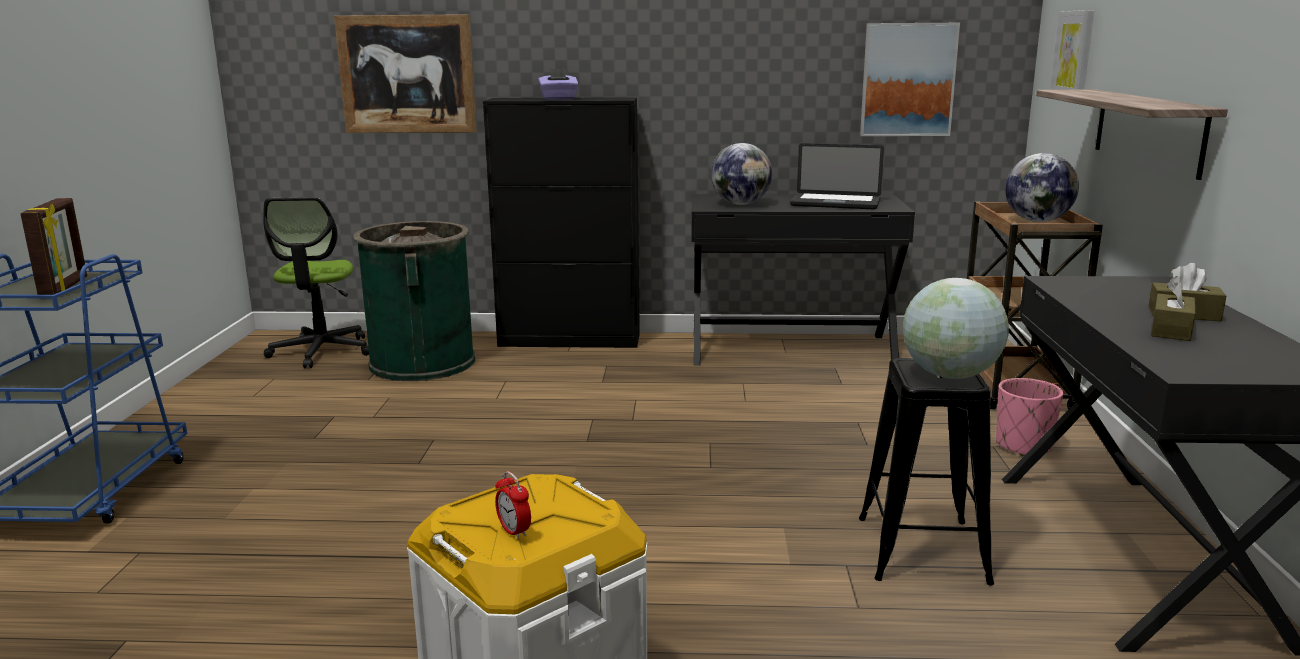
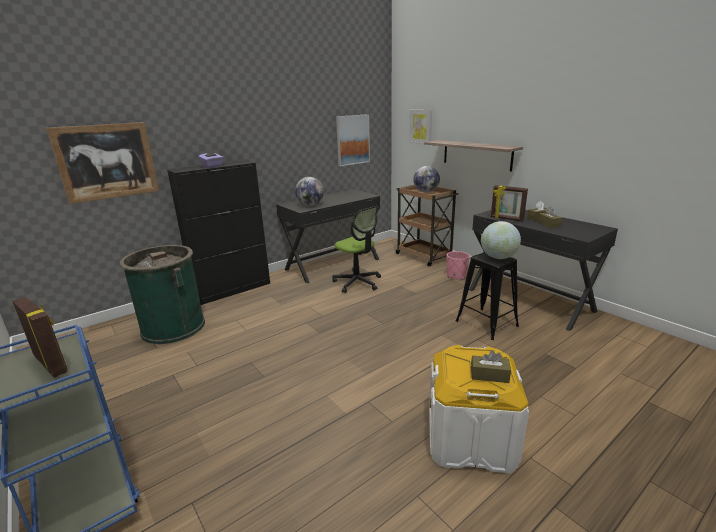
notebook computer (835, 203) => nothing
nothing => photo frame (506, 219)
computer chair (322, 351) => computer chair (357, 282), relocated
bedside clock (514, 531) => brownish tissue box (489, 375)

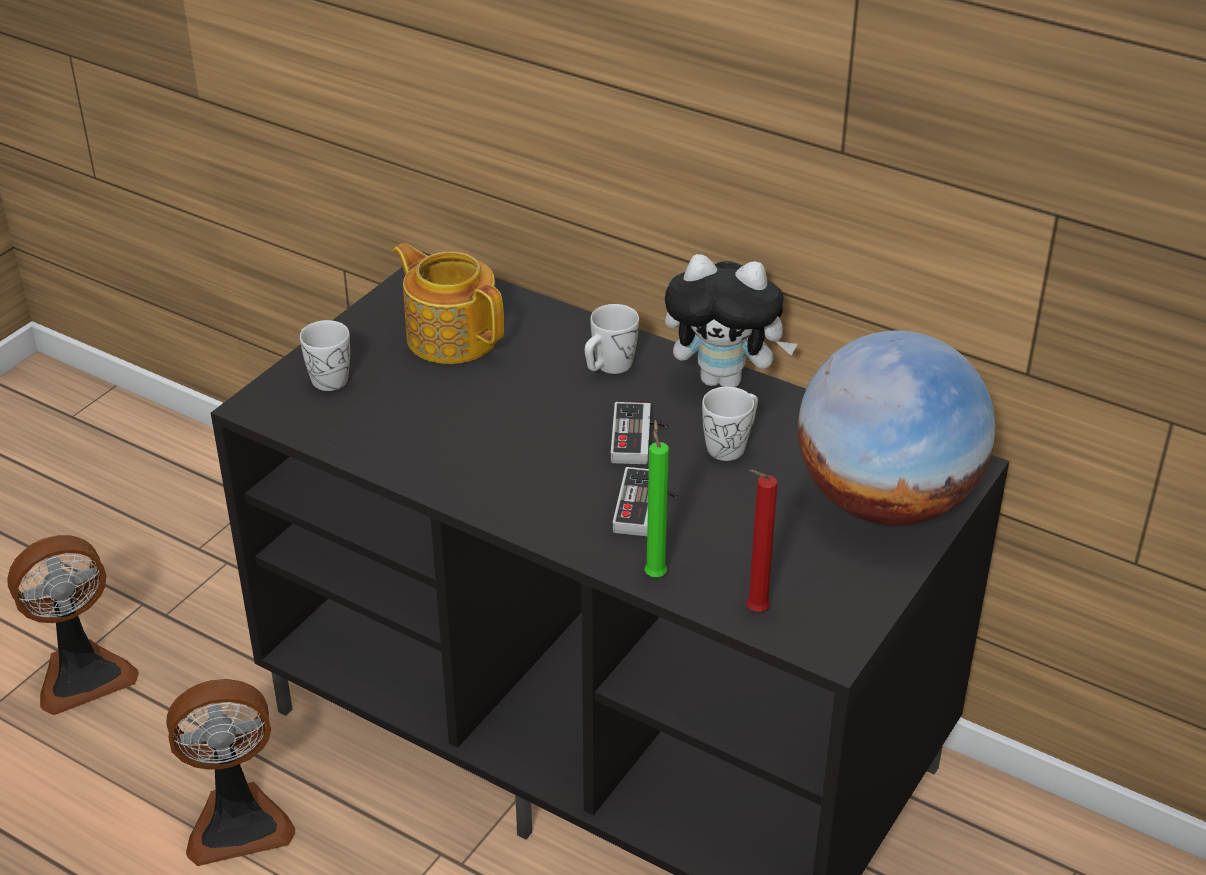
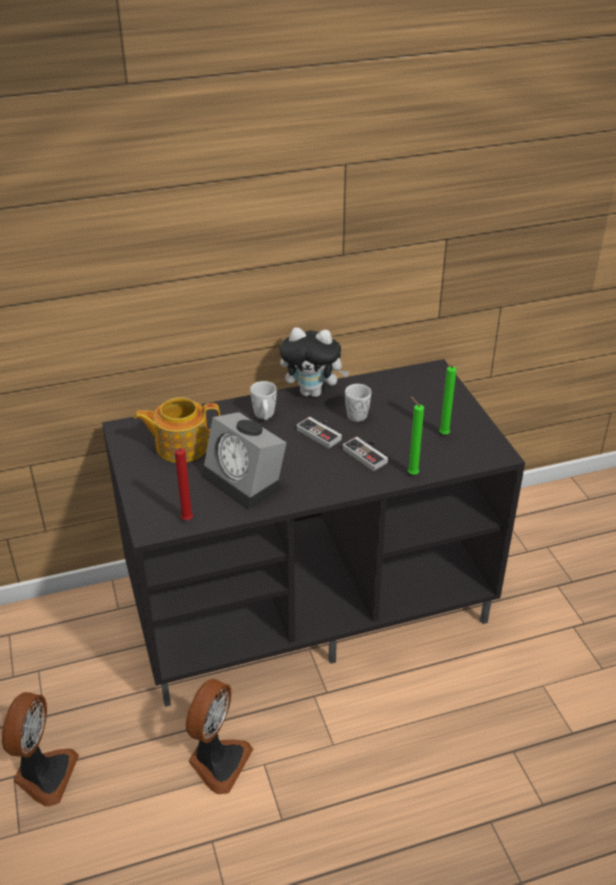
white tea mug (325, 377) => nothing
globe (885, 501) => nothing
nothing => bedside clock (246, 481)
nothing => green wax candle (443, 435)
red-coloured wax candle (753, 611) => red-coloured wax candle (186, 521), relocated
plush toy (725, 379) => plush toy (313, 392), 45 degrees clockwise

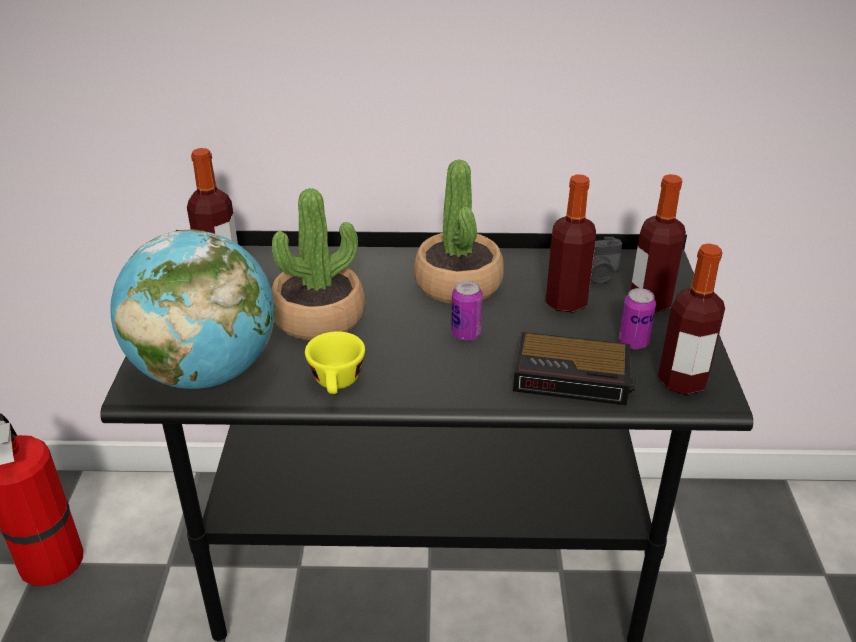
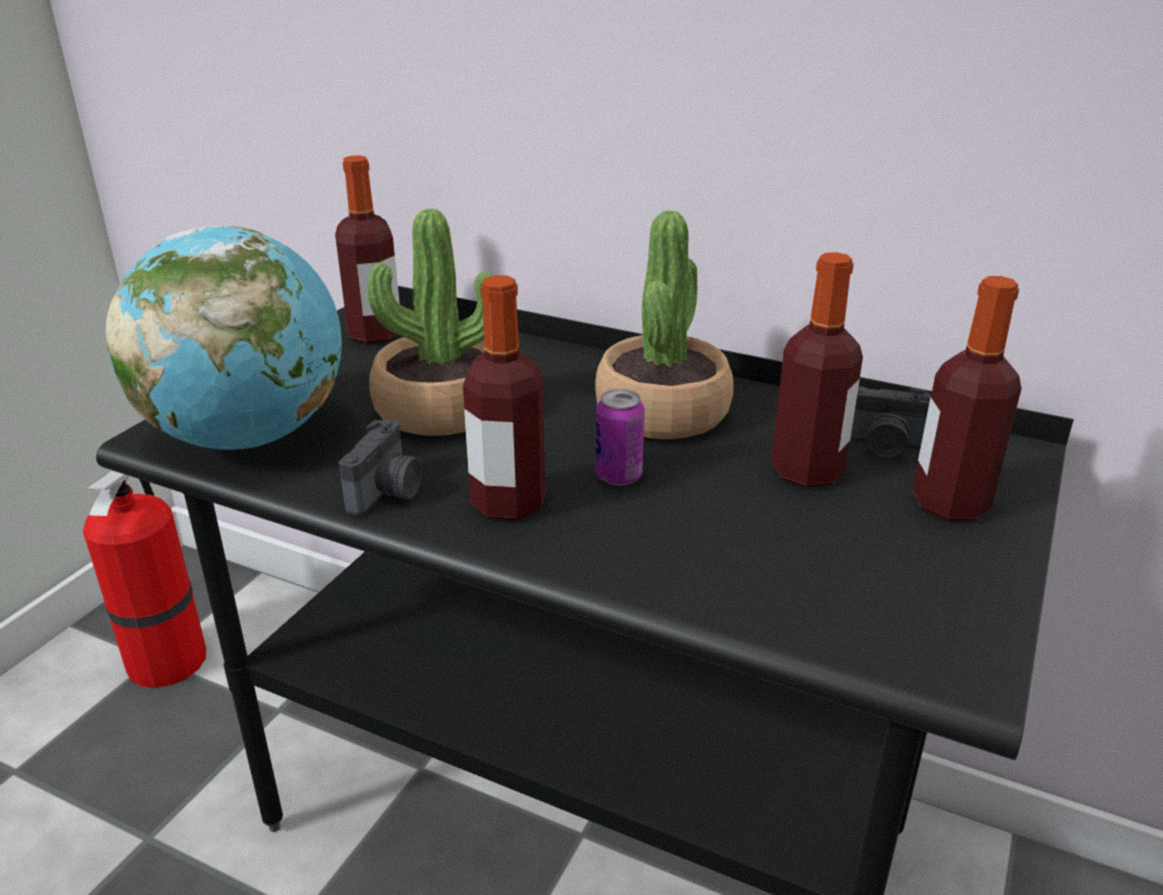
bedside clock (574, 377) => nothing
can (633, 342) => nothing
drink bottle (682, 381) => drink bottle (508, 503), relocated
yellowish small cup (337, 384) => photo camera (388, 492)

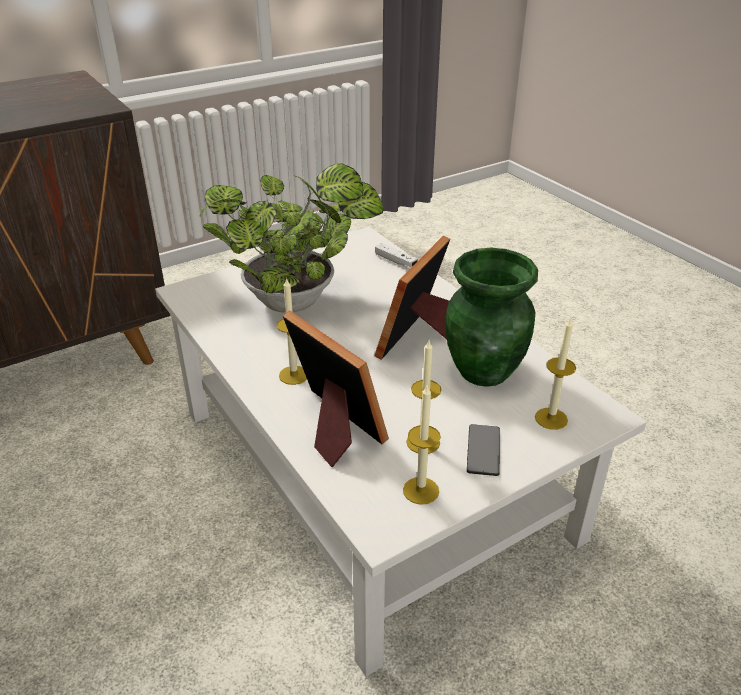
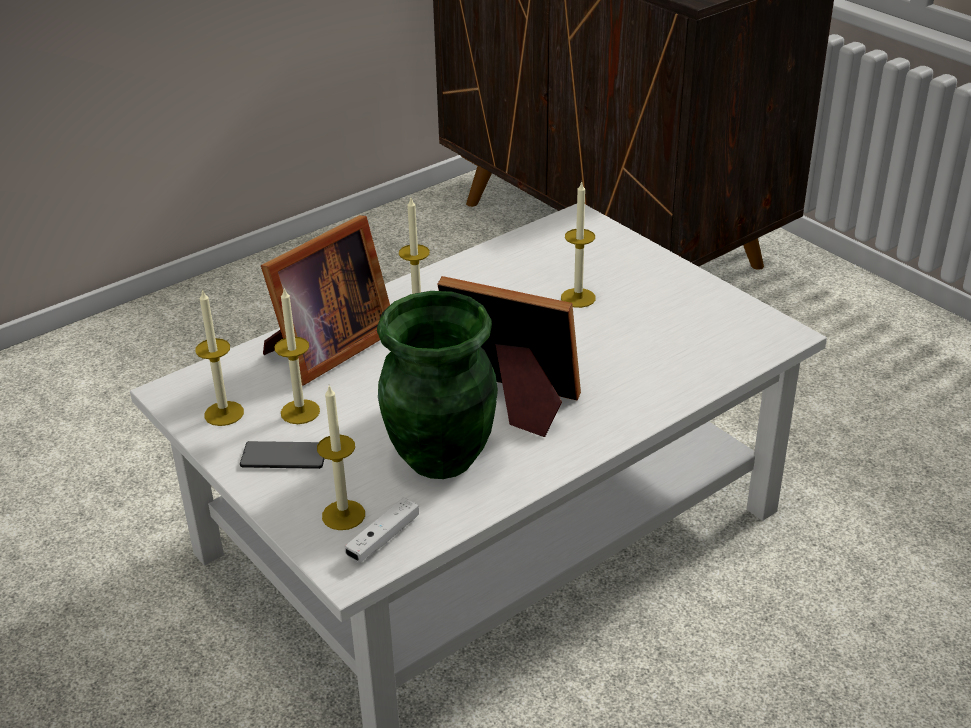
white gamepad (395, 261) => white gamepad (383, 538), relocated
potted plant (297, 301) => wax candle (578, 298)

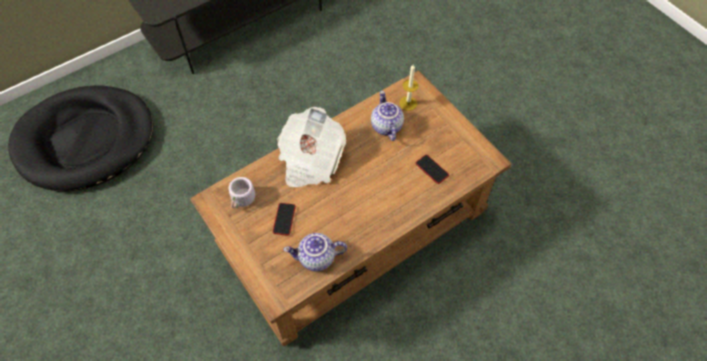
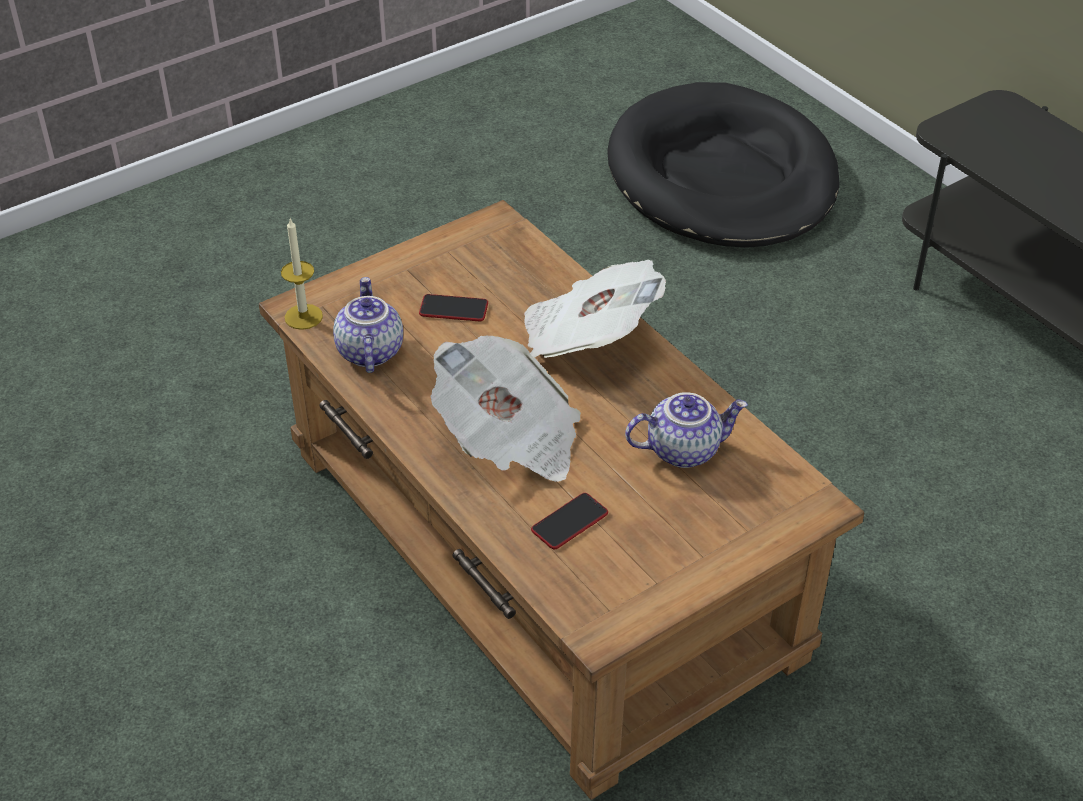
greyish tea mug (243, 200) => nothing
nothing => newspaper (509, 439)
wax candle (408, 103) => wax candle (303, 317), relocated

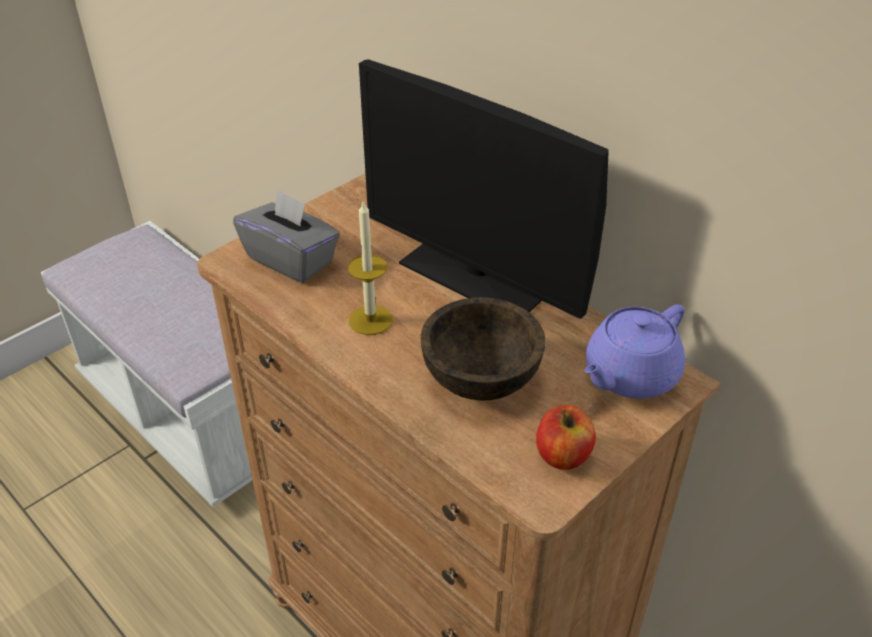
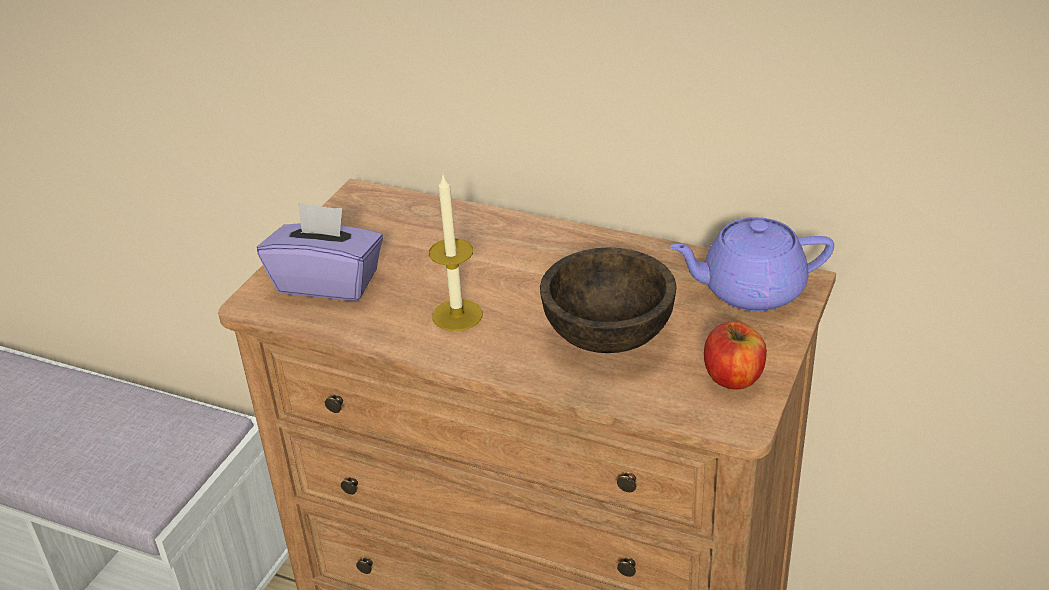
computer screen (476, 275) => nothing
greyish tissue box (291, 259) => purplish tissue box (328, 282)
purplish teapot (629, 375) => purplish teapot (750, 290), 60 degrees clockwise

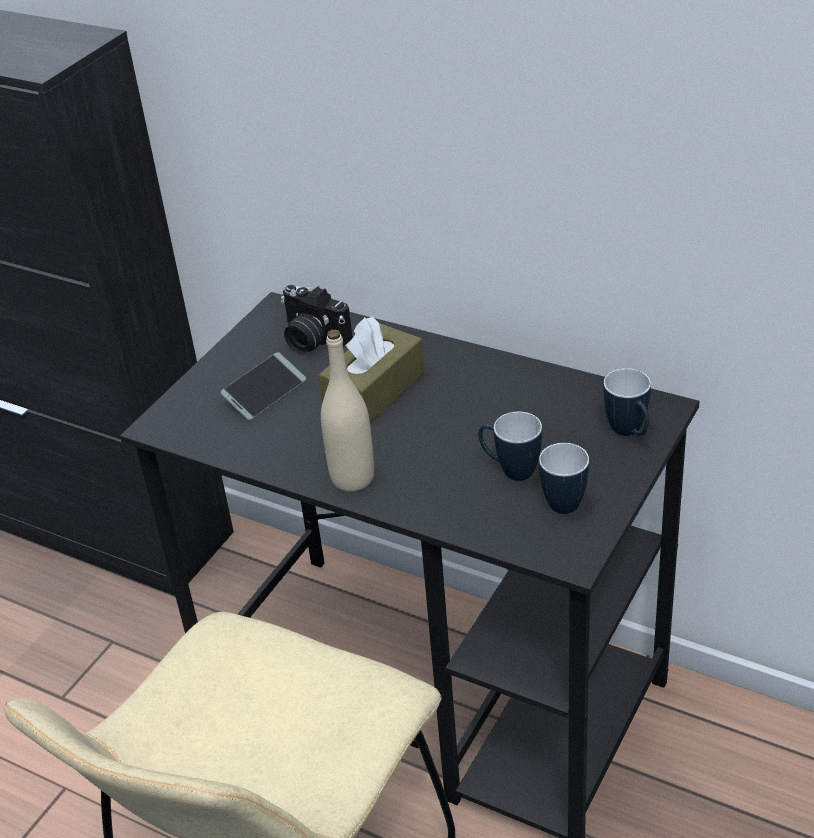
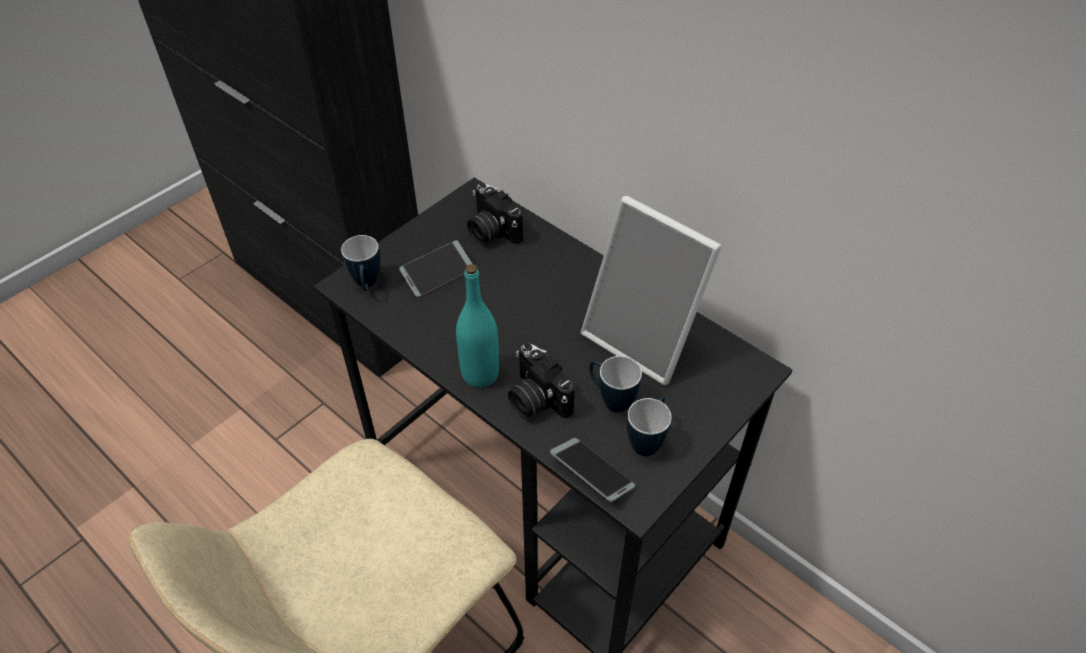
brownish tissue box (374, 391) => nothing
nothing => photo camera (535, 399)
nothing => telephone (591, 474)
nothing => photo frame (645, 338)
tea mug (630, 433) => tea mug (367, 285), relocated
sand-coloured drink bottle (352, 478) => turquoise-coloured drink bottle (480, 374)

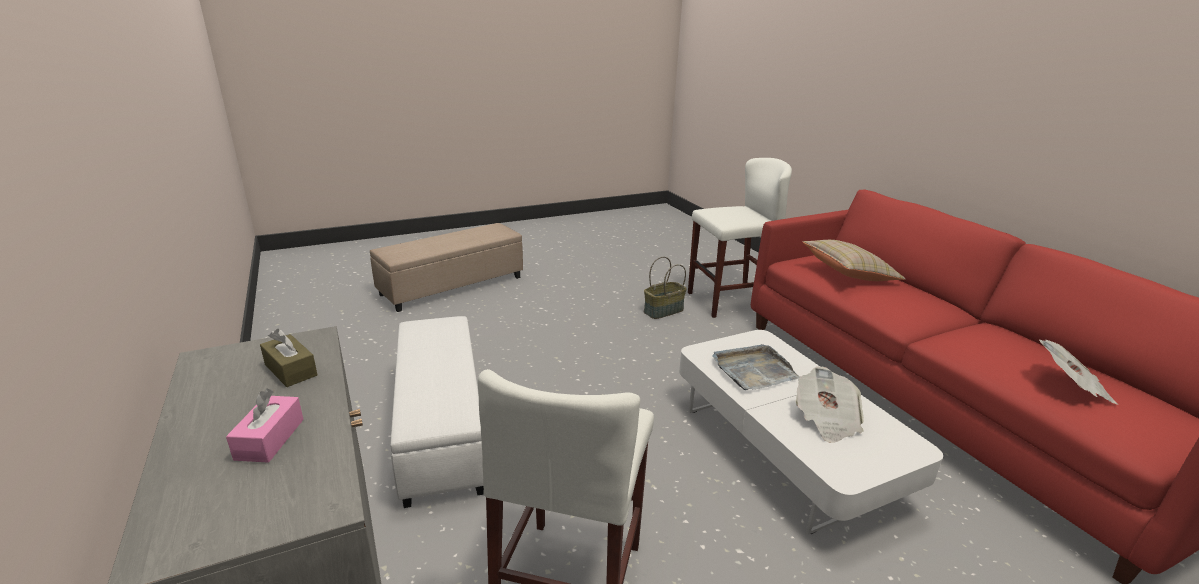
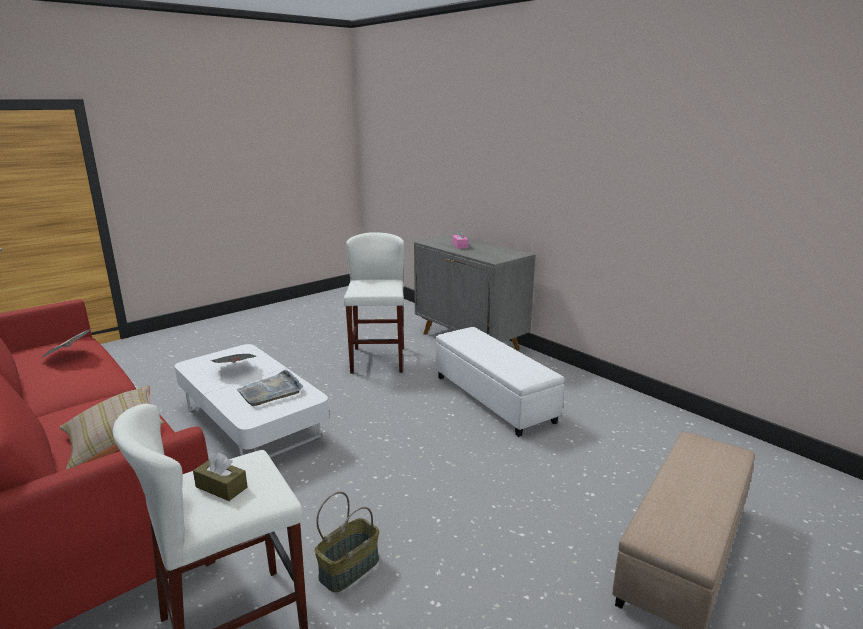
brownish tissue box (291, 370) => brownish tissue box (221, 487), relocated

